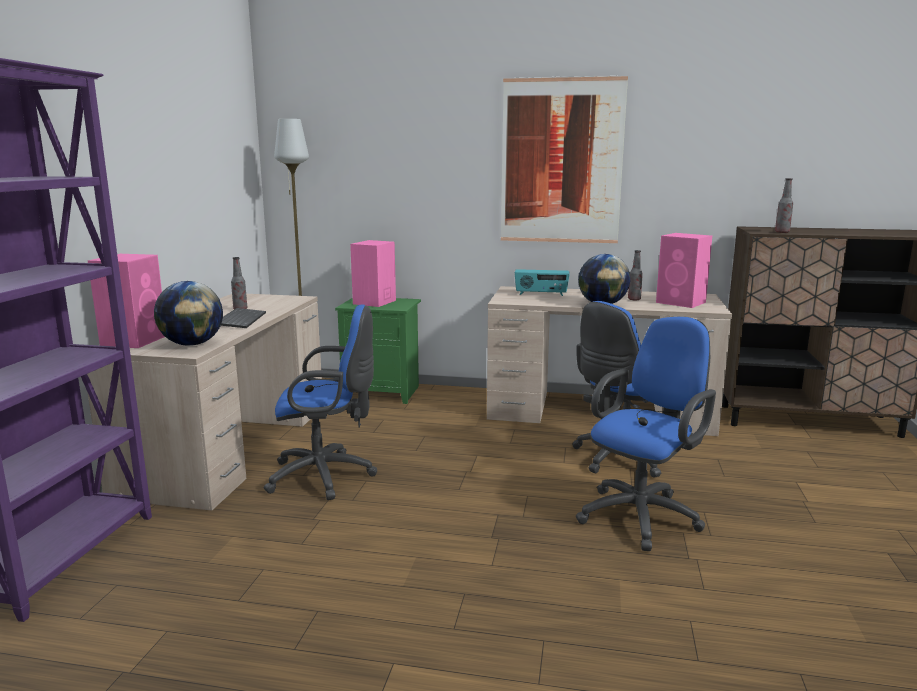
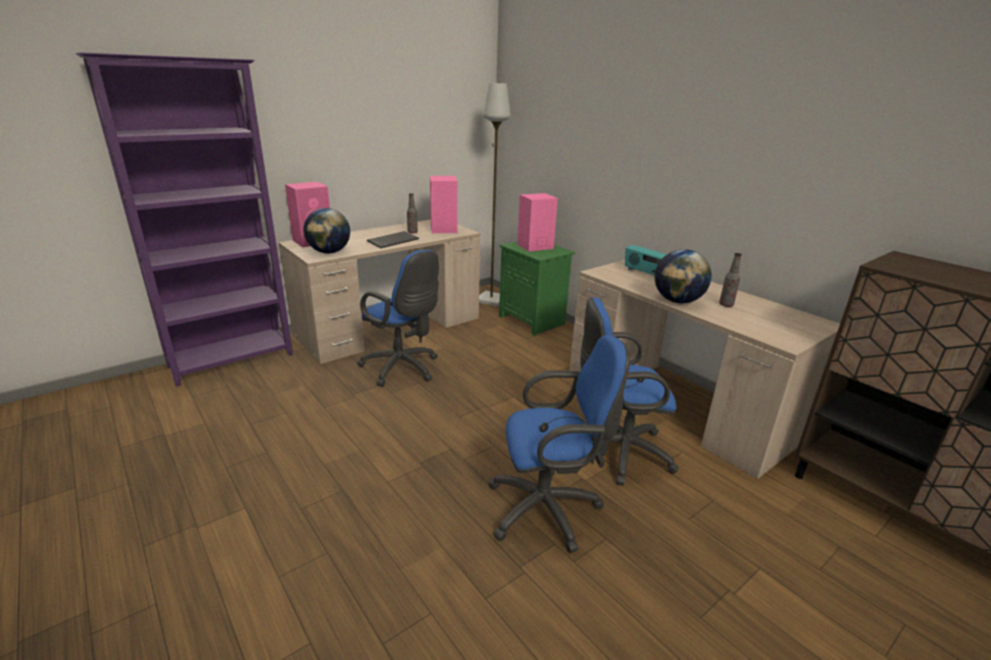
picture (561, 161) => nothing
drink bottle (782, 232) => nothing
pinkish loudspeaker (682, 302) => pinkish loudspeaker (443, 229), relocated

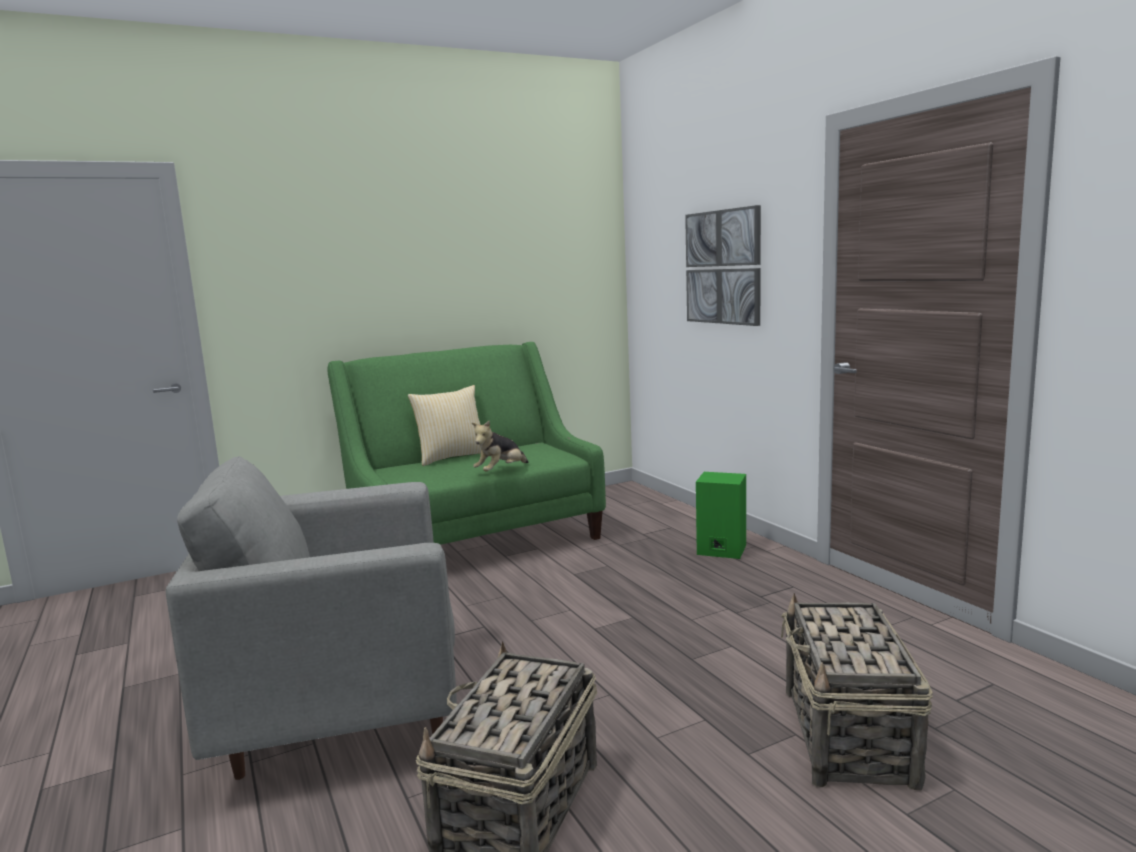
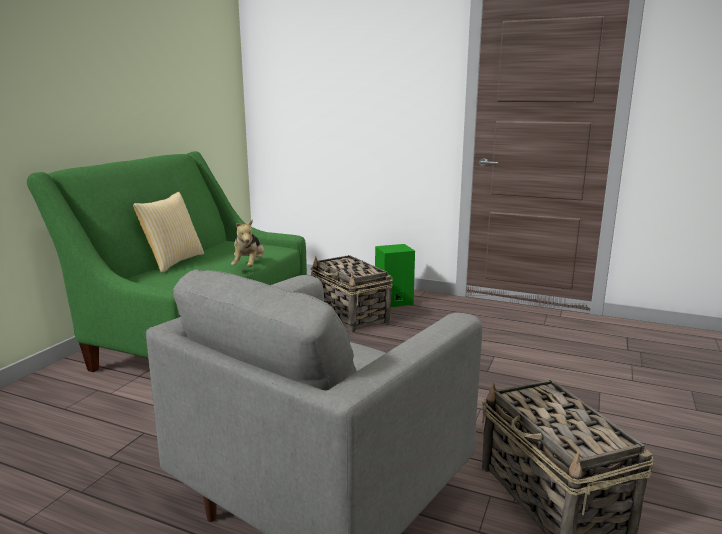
picture (723, 267) => nothing
household basket (848, 737) => household basket (351, 316), relocated

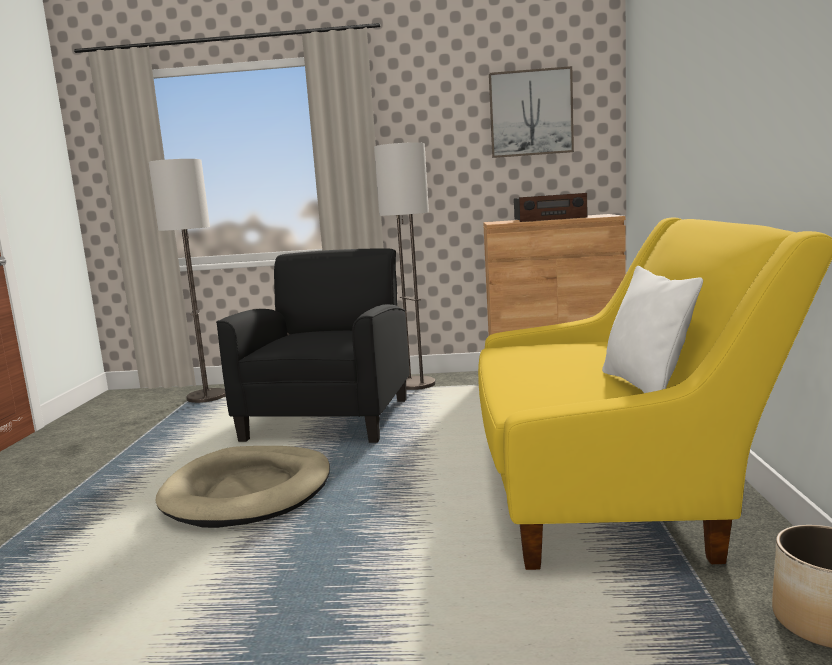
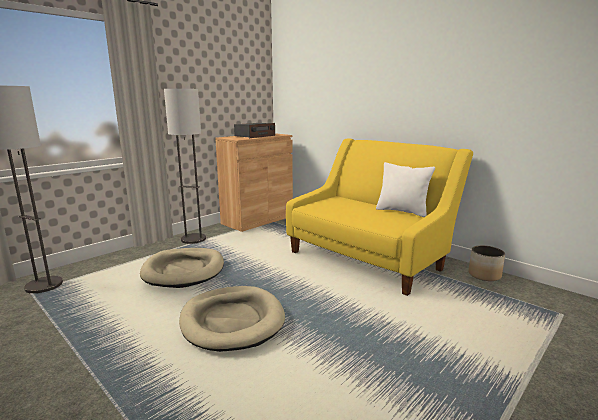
picture (531, 113) => nothing
black-coloured lounge chair (329, 418) => sand-coloured dog cushion (184, 270)

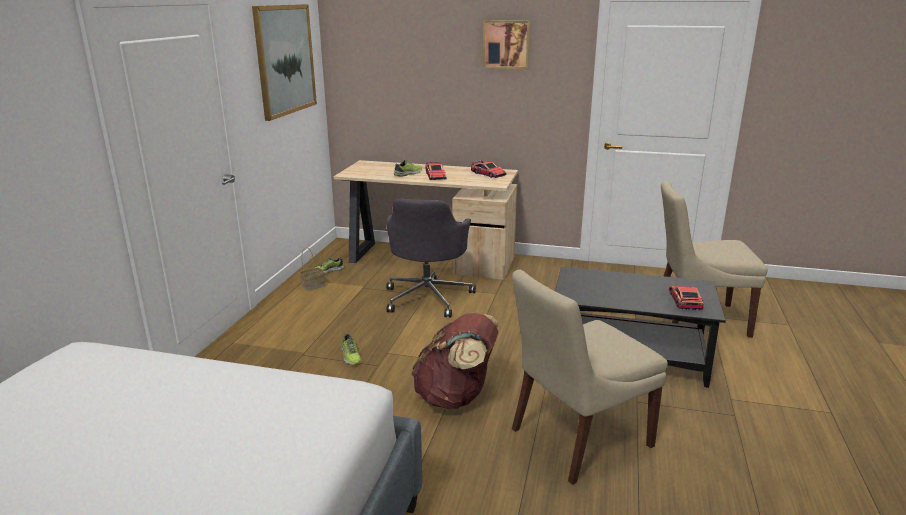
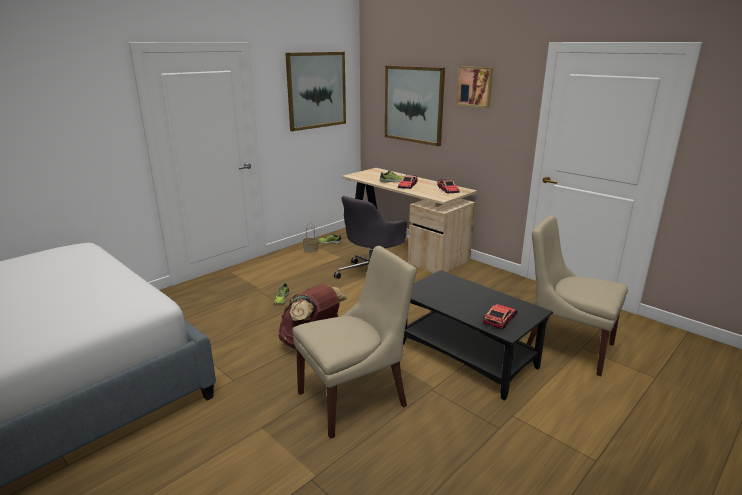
nothing => picture (413, 104)
sand-coloured chair (577, 439) => sand-coloured chair (355, 398), 150 degrees clockwise

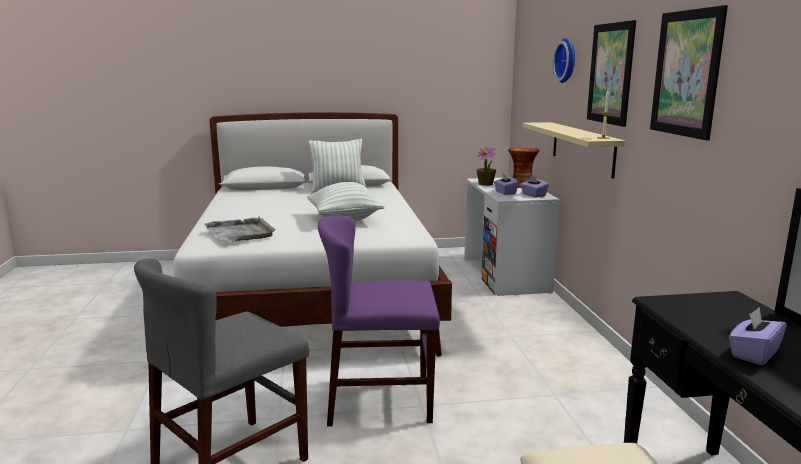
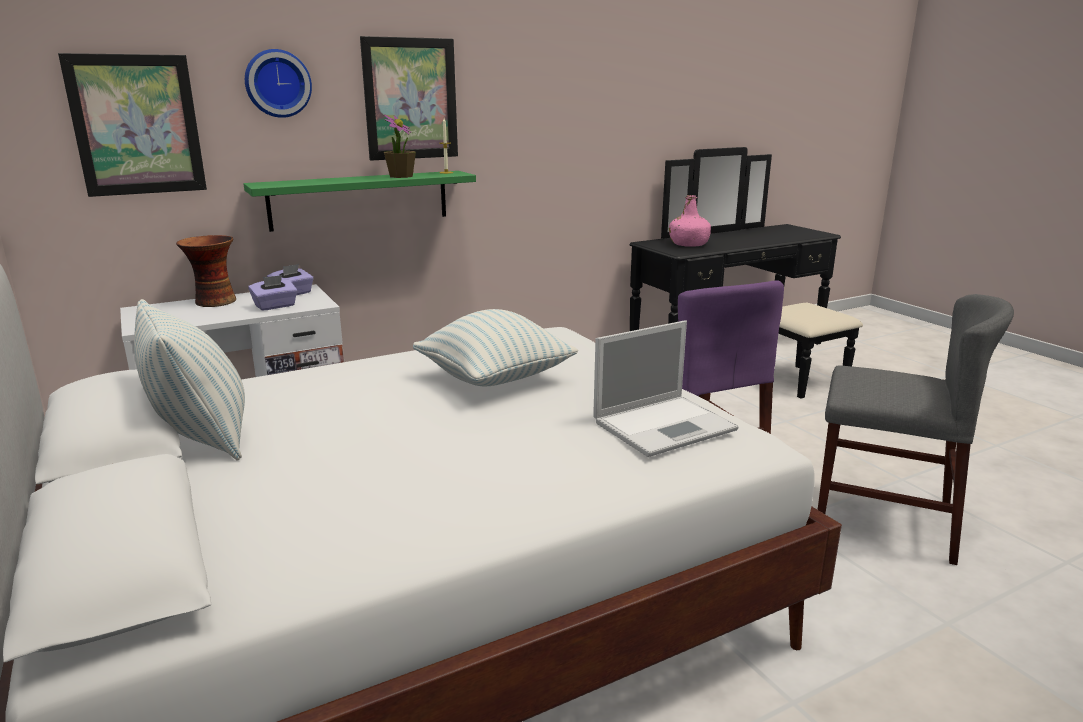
purplish tissue box (753, 354) => nothing
nothing => pinkish drink bottle (688, 244)
potted plant (485, 184) => potted plant (401, 176), relocated
picture (686, 73) => picture (137, 125), relocated
greyish tray (241, 233) => notebook computer (666, 425)
sand-coloured shelf (582, 148) => green shelf (360, 200)

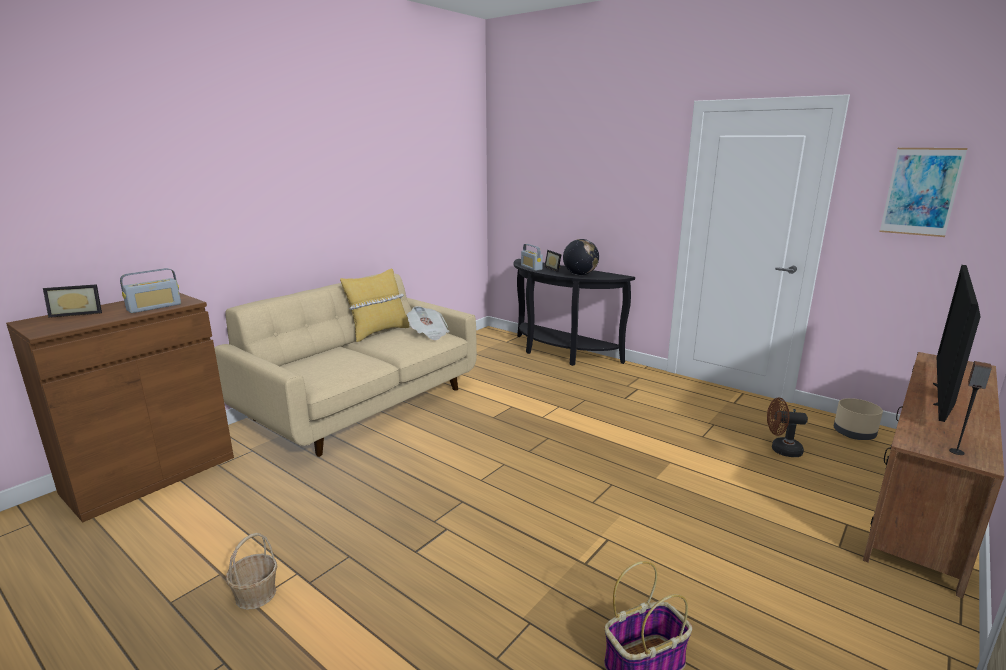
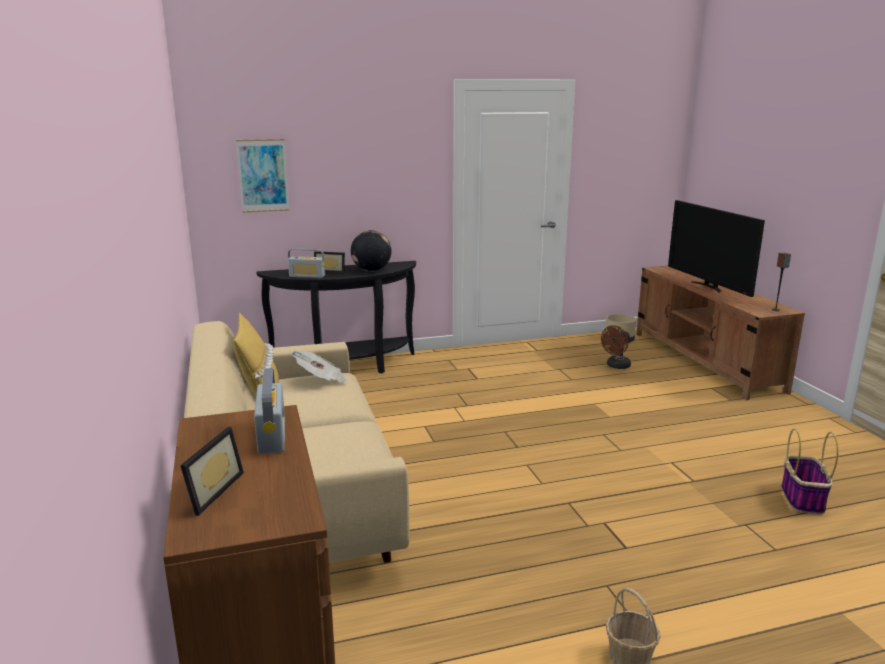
picture (921, 192) => picture (263, 175), relocated

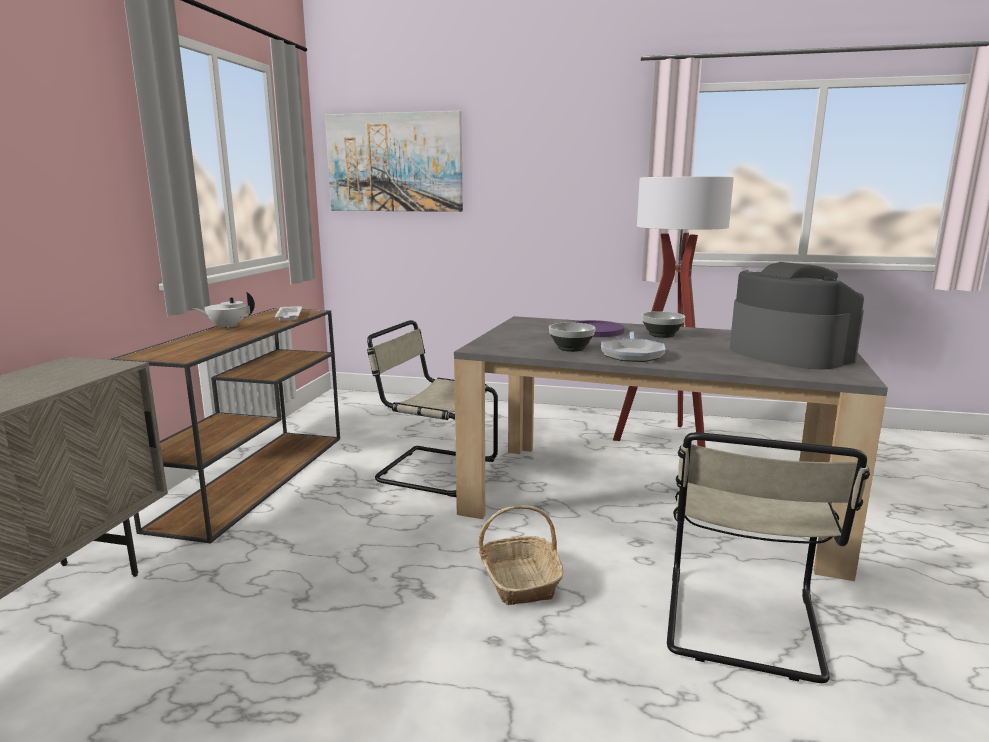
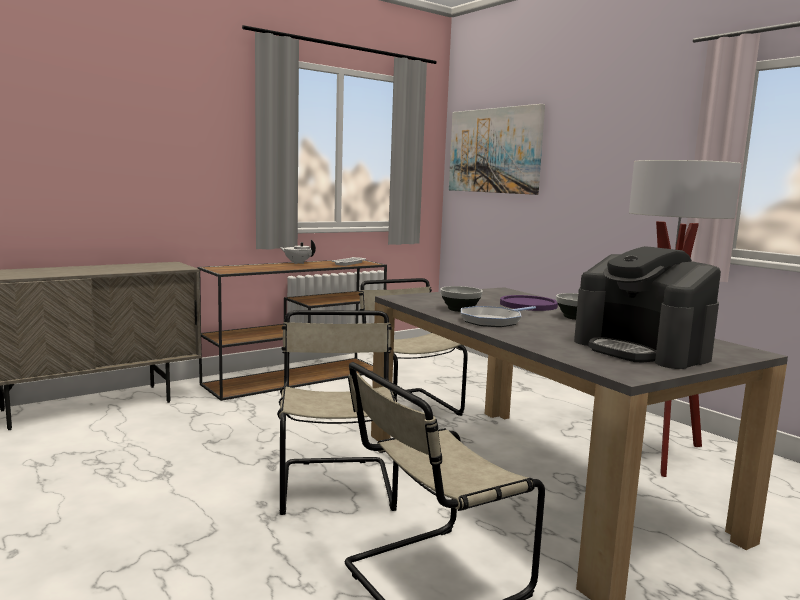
household basket (520, 580) => sand-coloured chair (336, 484)
coffee machine (788, 354) => coffee machine (642, 350), 135 degrees clockwise

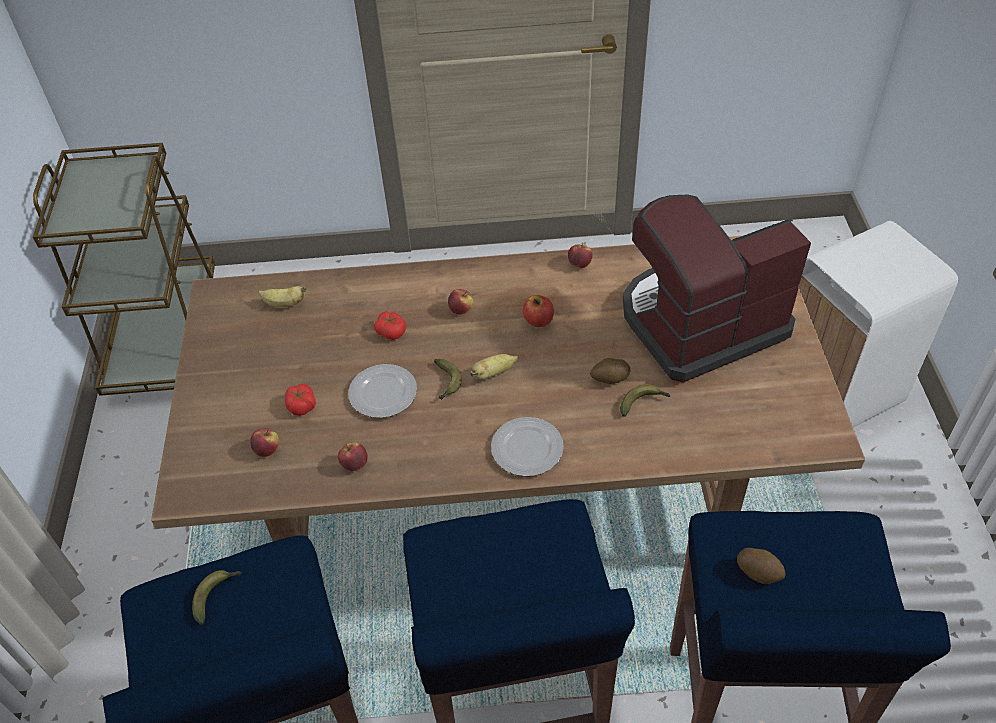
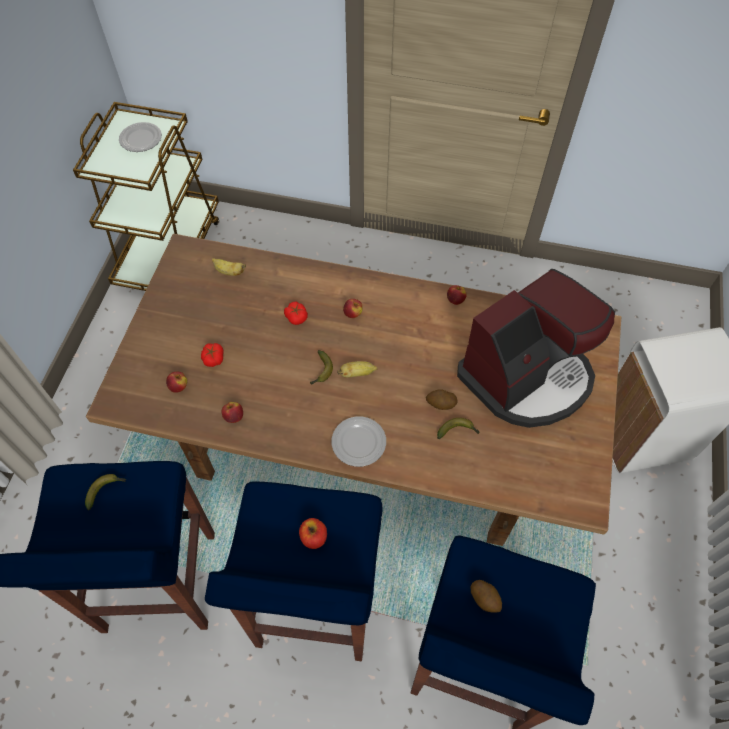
dinner plate (383, 393) => dinner plate (141, 139), relocated
apple (538, 320) => apple (314, 537), relocated
coffee machine (699, 322) => coffee machine (527, 377), 150 degrees clockwise

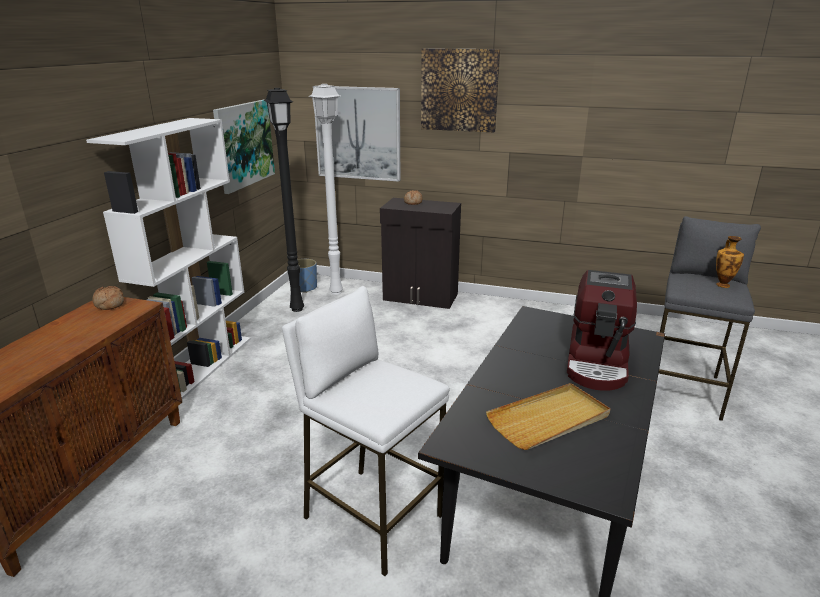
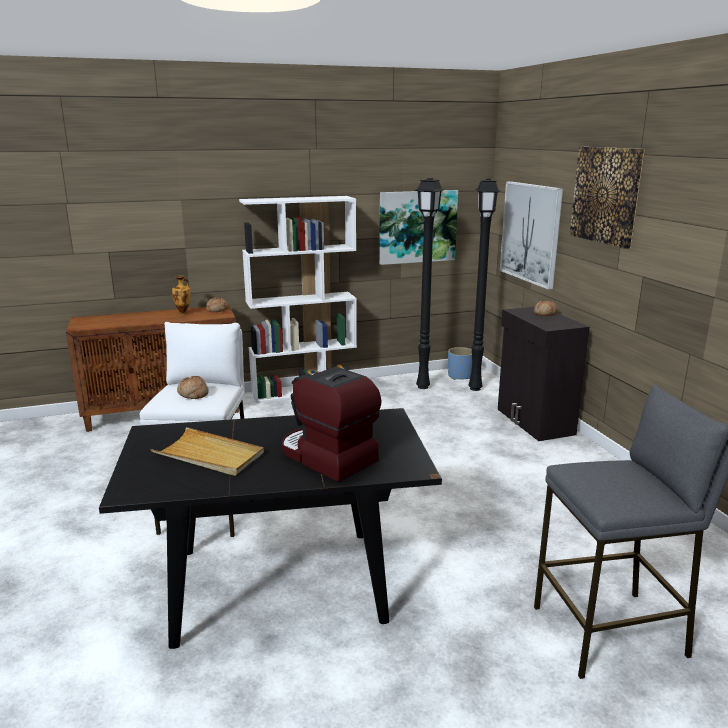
nothing => bread (193, 394)
decorative vase (723, 285) => decorative vase (183, 314), relocated
white floor lamp (336, 292) => black-coloured floor lamp (476, 388)
coffee machine (598, 363) => coffee machine (326, 457), 60 degrees clockwise

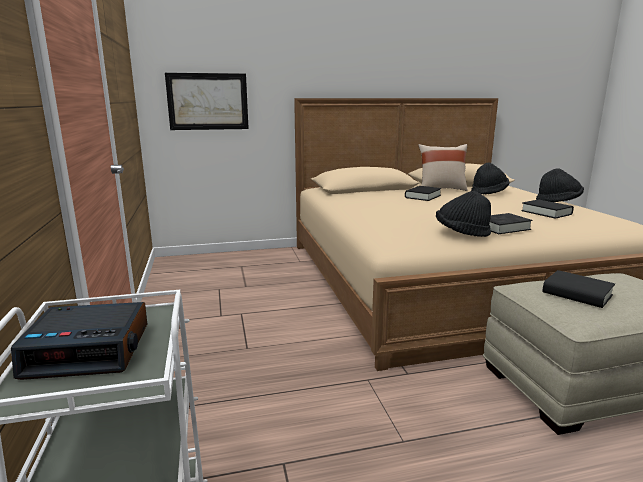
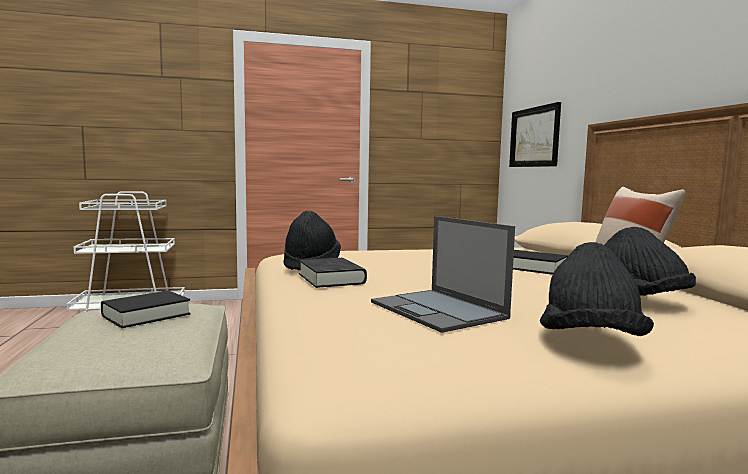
bedside clock (90, 350) => nothing
black-coloured bound book (546, 212) => notebook computer (439, 310)

